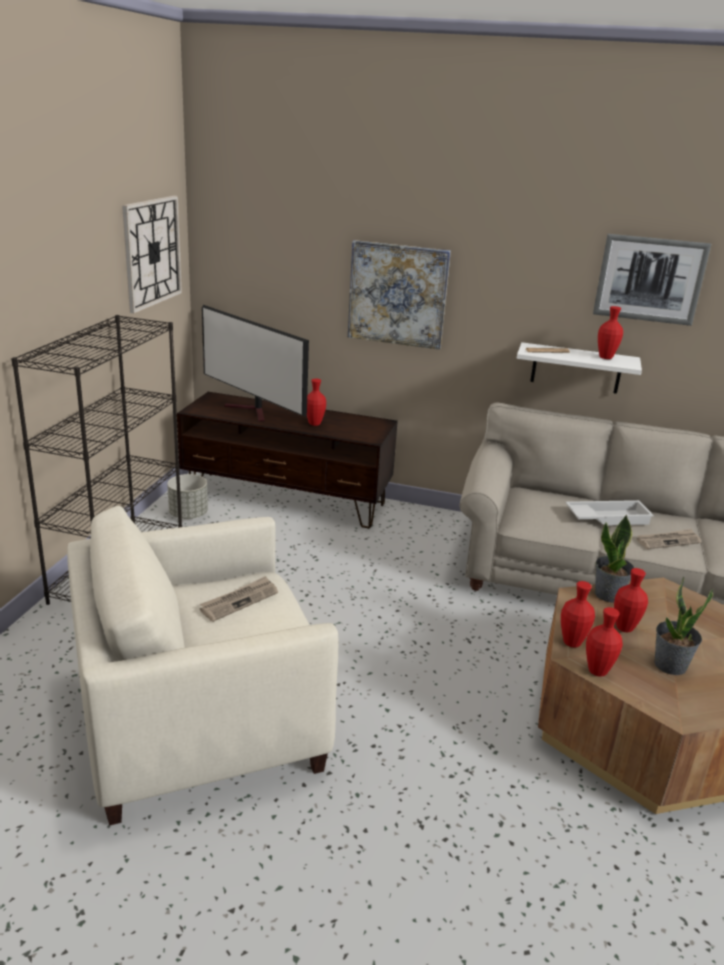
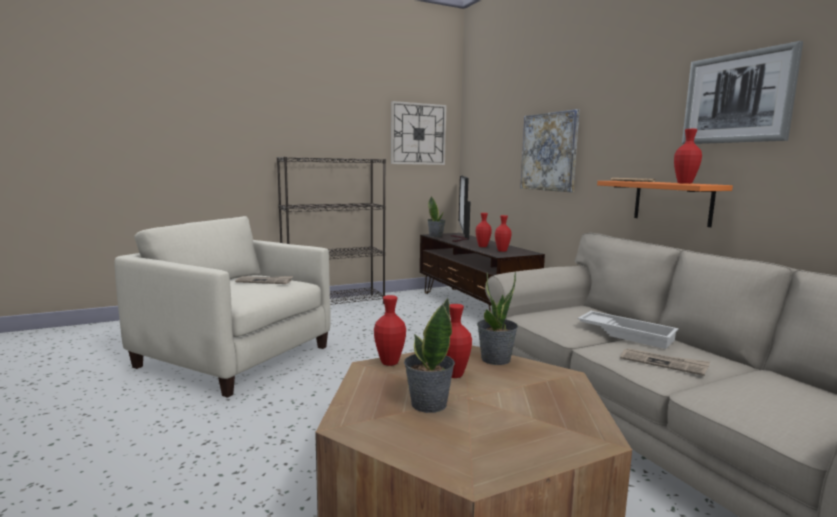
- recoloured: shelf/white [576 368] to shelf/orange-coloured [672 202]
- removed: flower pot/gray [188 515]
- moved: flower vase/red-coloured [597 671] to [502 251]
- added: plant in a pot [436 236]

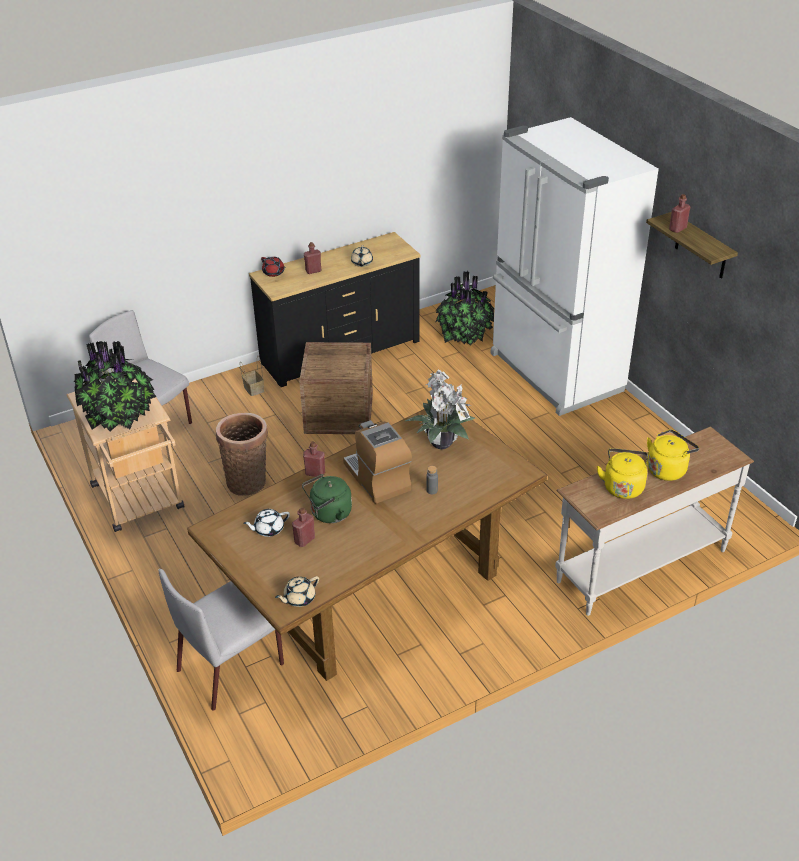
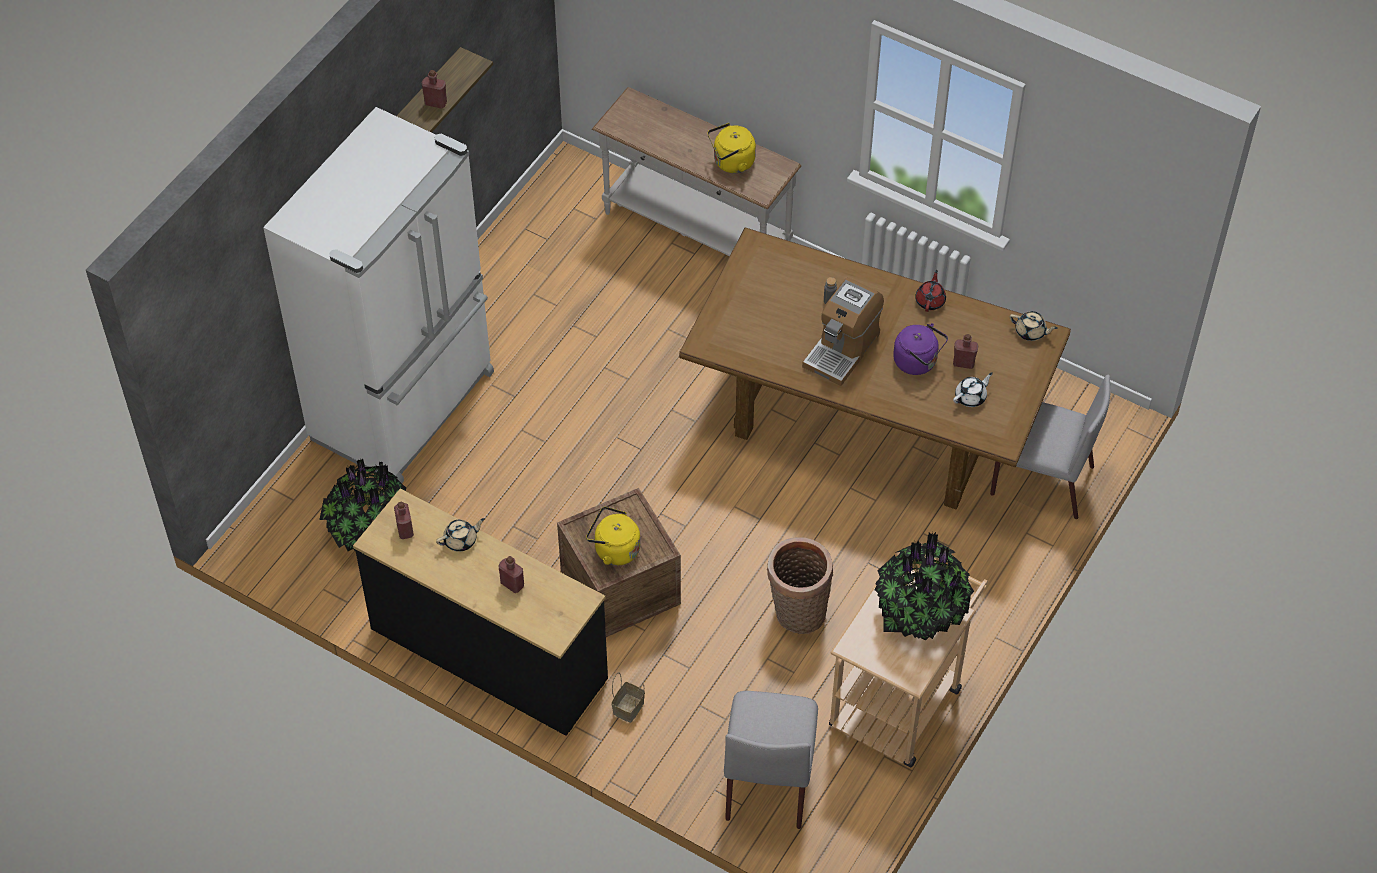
- moved: tea pot/red-coloured [274 273] to [930 300]
- removed: plant in a pot [441 442]
- moved: tea kettle/yellow-coloured [667 469] to [614 549]
- moved: drink bottle/red-coloured [315 473] to [405 530]
- recoloured: tea kettle/green [329 514] to tea kettle/purple [918 362]
- turned: tea pot/white [268 529] = [971 397] 75 degrees counterclockwise

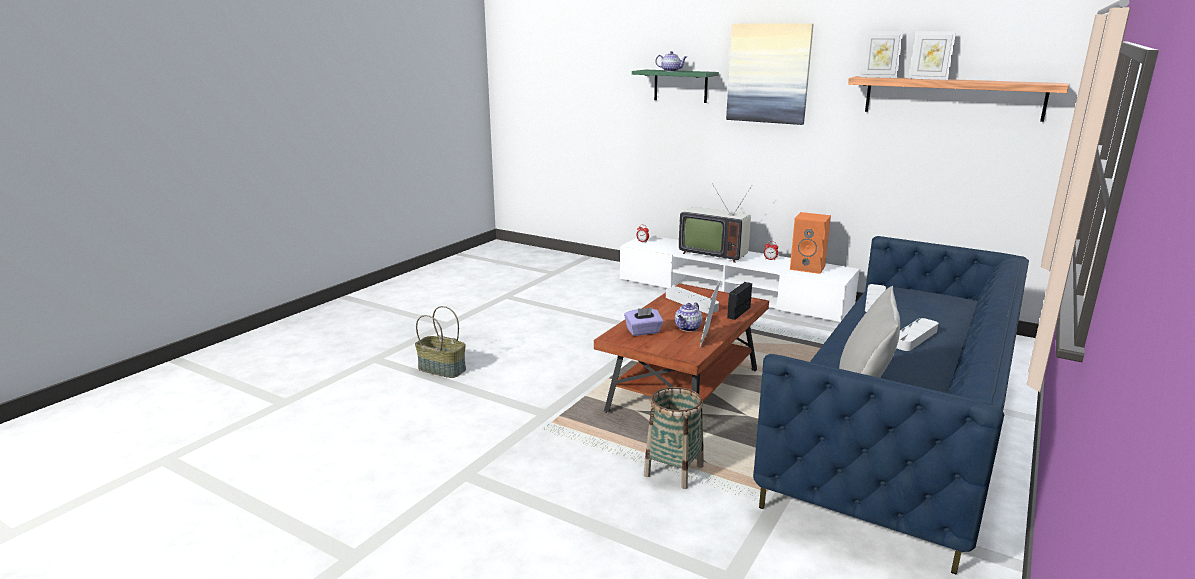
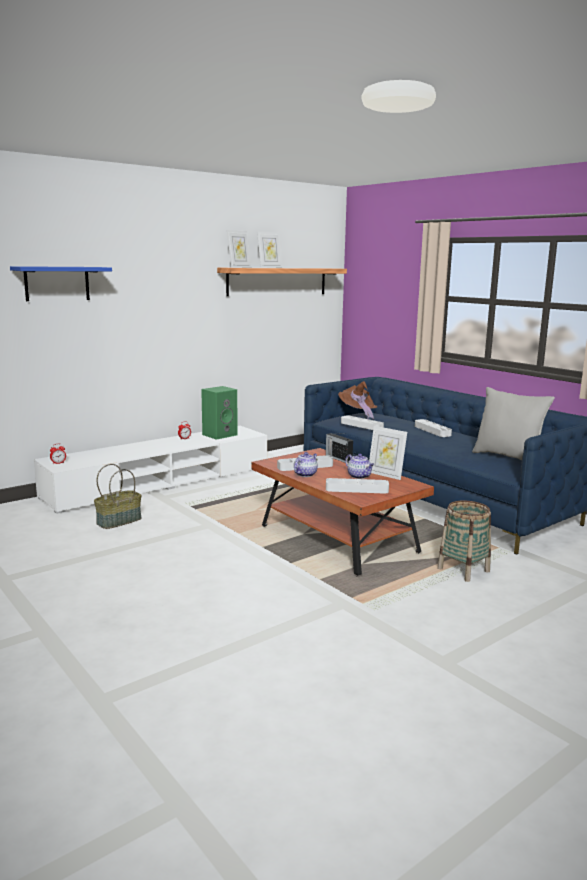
- removed: wall picture [768 73]
- moved: tea pot [671 71] to [305 474]
- recoloured: shelf/green [680 86] to shelf/blue-coloured [57 283]
- removed: television [713 254]
- recoloured: loudspeaker/orange-coloured [808 267] to loudspeaker/green [220 434]
- moved: household basket [443 369] to [119 521]
- replaced: tissue box/purple [643 332] to carrying tray/gray [356 489]
- added: hat/brown-coloured [358 413]

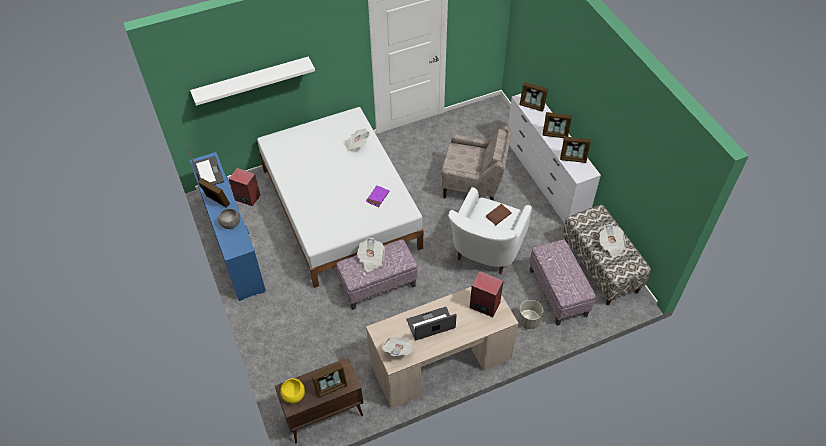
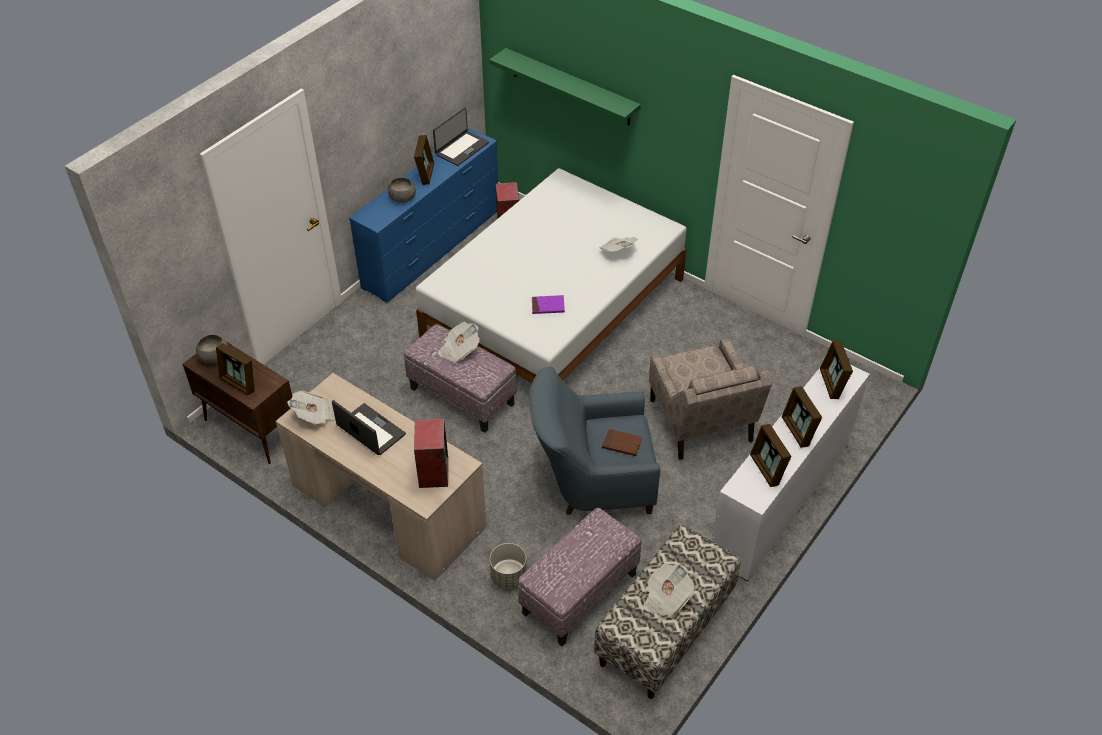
- recoloured: shelf/white [252 80] to shelf/green [571 87]
- recoloured: easy chair/white [485 252] to easy chair/blue-coloured [592 482]
- recoloured: deep dish/yellow-coloured [293 394] to deep dish/gray [214 356]

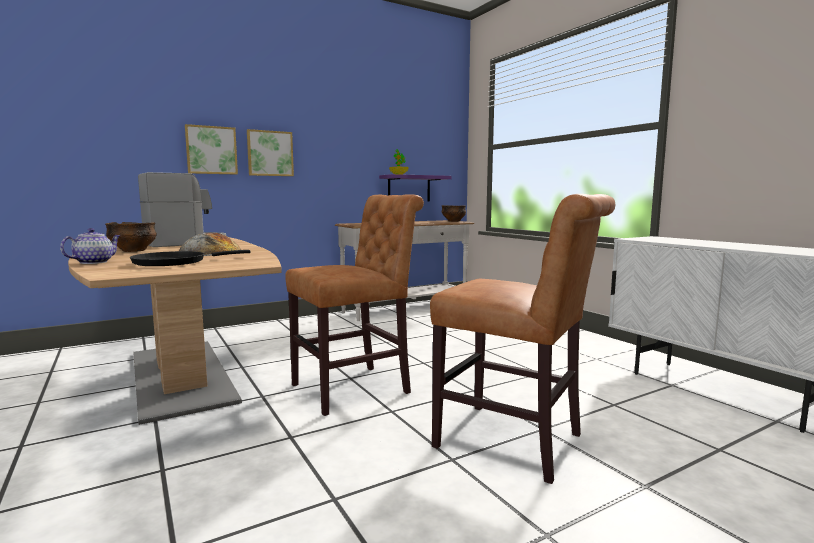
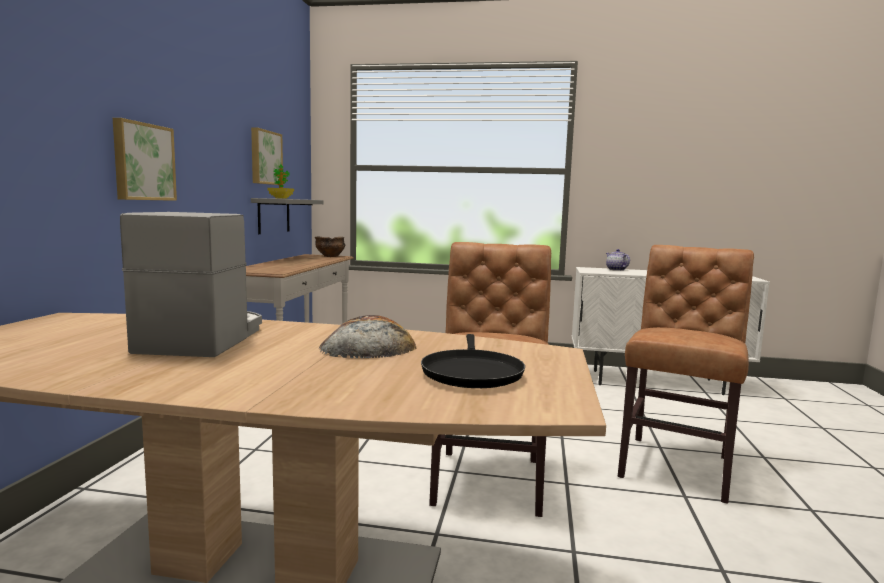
- moved: wall picture [211 150] to [265 157]
- recoloured: shelf/purple [409 188] to shelf/gray [273 215]
- turned: upright chair/brown-coloured [516 443] = [677 464] 45 degrees counterclockwise
- removed: deep dish [133 250]
- moved: tea pot [94 262] to [616 269]

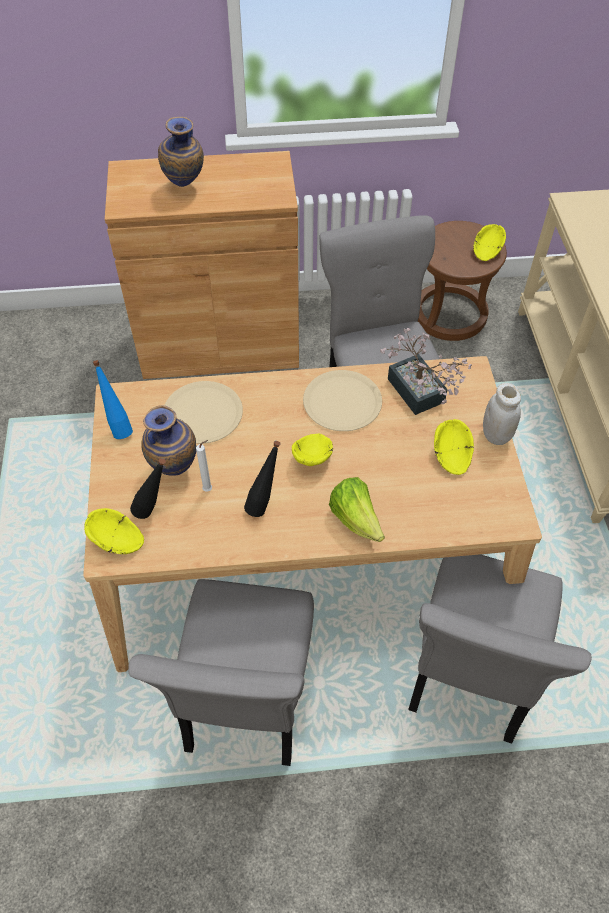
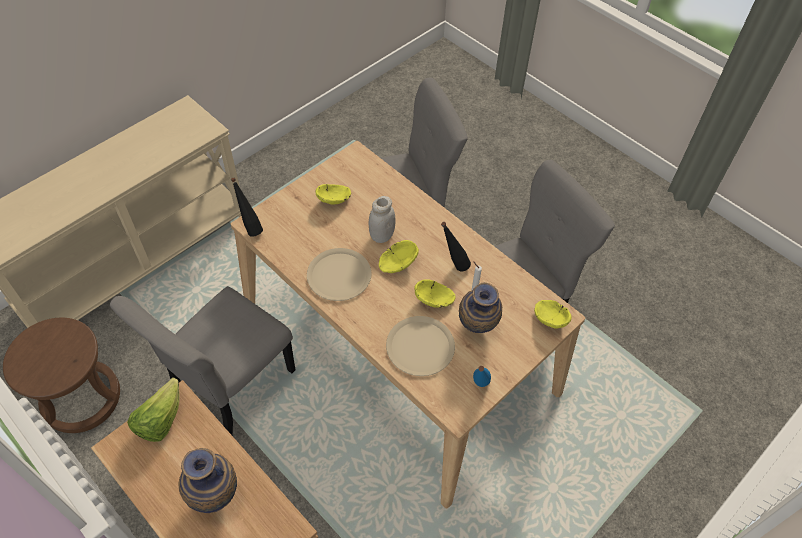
- moved: deep dish/yellow-coloured [486 251] to [435 300]
- removed: plant in a pot [419 396]
- moved: preserve jar/white [496 435] to [381 236]
- moved: drink bottle/blackish [154 511] to [250 228]
- moved: head of lettuce [356 519] to [160 420]

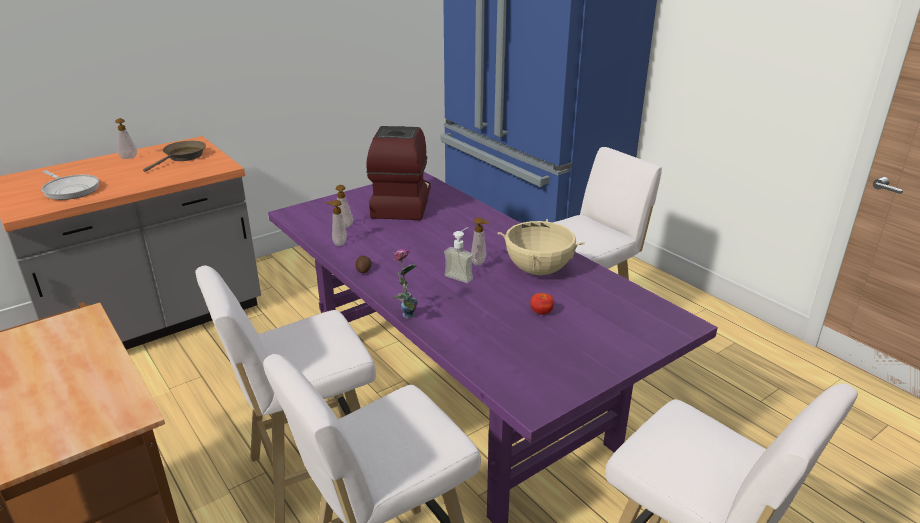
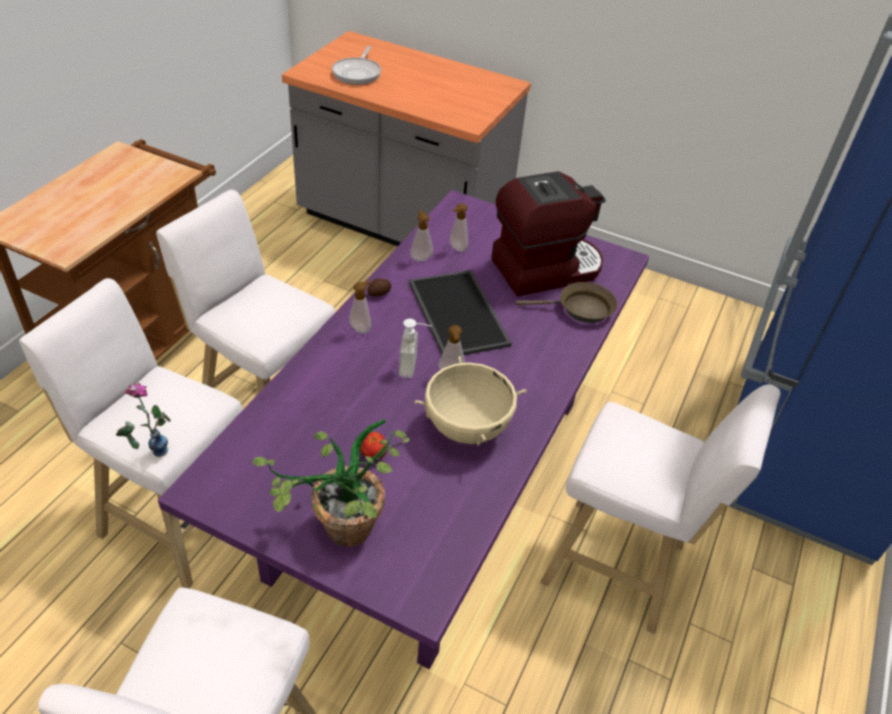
- moved: soap dispenser [129 157] to [361 328]
- moved: skillet/brown-coloured [183 157] to [580 309]
- moved: flower vase [405 320] to [149 452]
- added: carrying tray [455 313]
- added: plant in a pot [338 535]

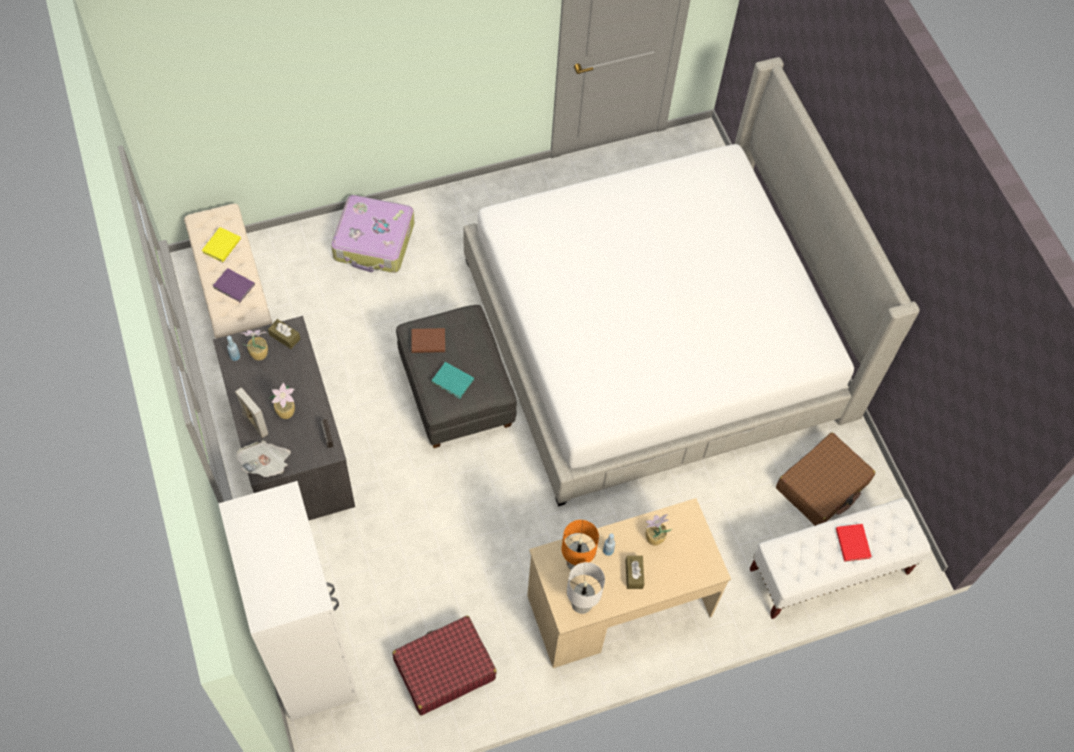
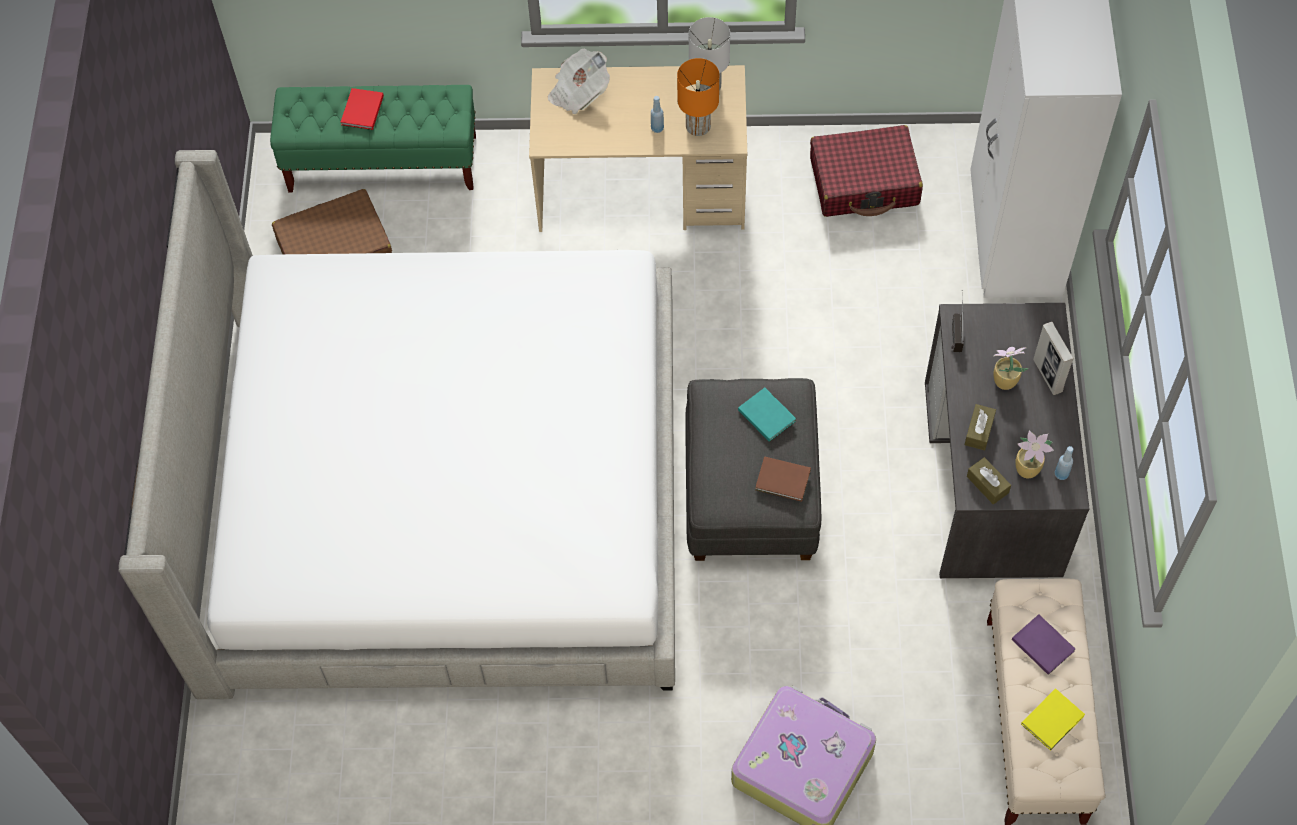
- moved: newspaper [267 464] to [578 92]
- recoloured: bench/white [829 571] to bench/green [383 164]
- removed: plant in a pot [653 538]
- moved: tissue box/brown-coloured [634 574] to [979 431]

